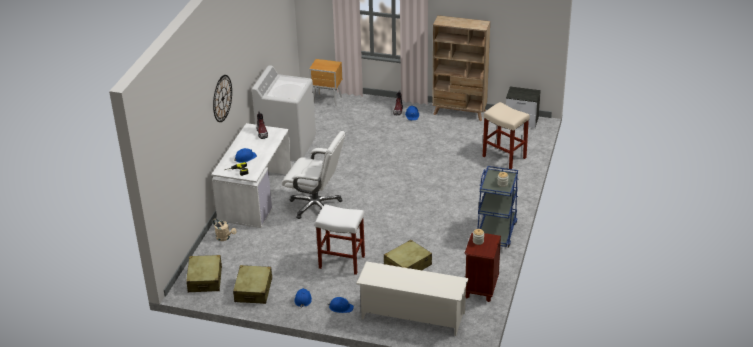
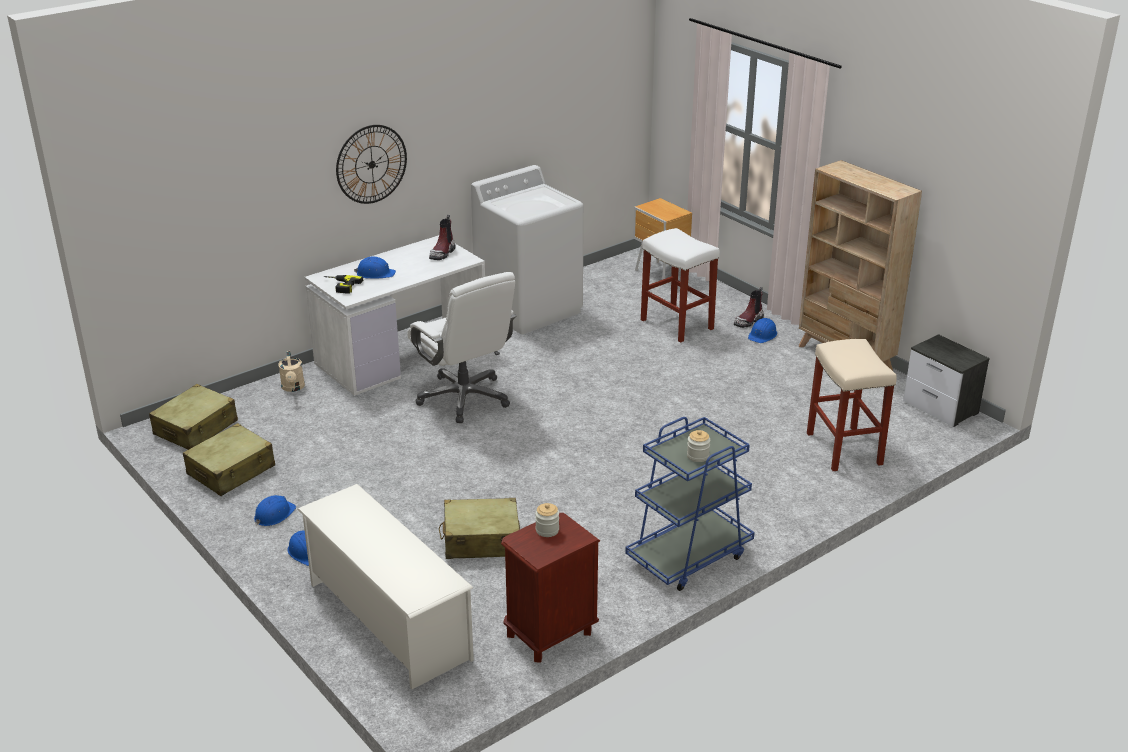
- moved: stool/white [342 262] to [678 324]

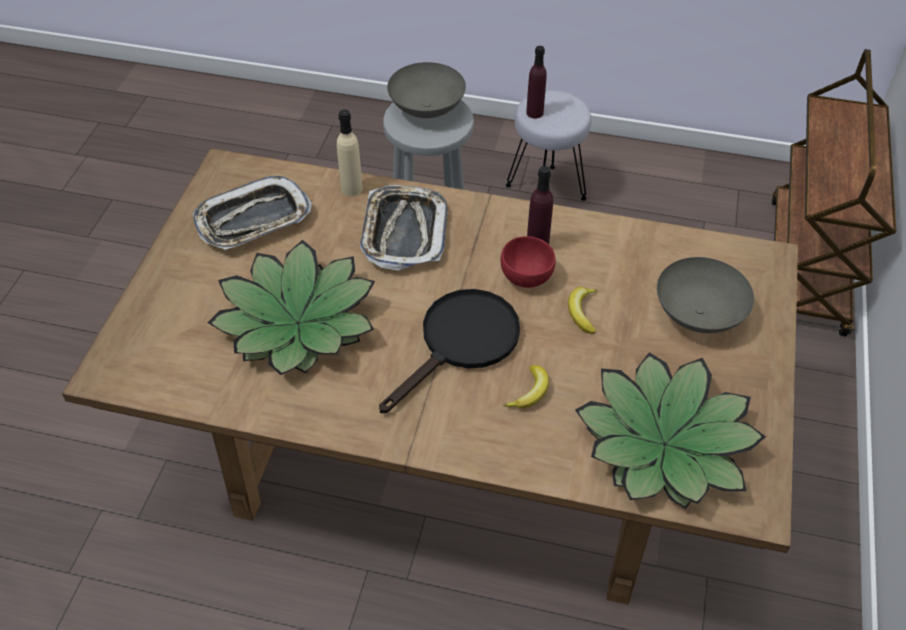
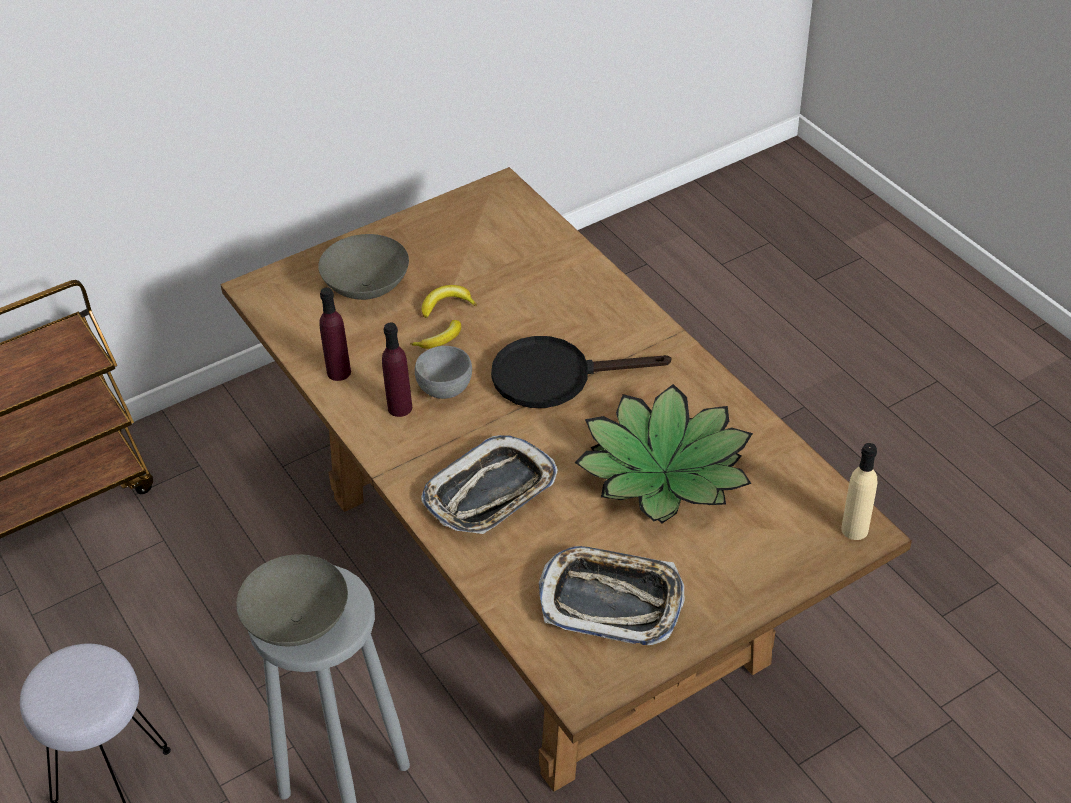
- moved: drink bottle/purple [534 113] to [339 372]
- moved: drink bottle/beige [352 188] to [854 529]
- recoloured: deep dish/red-coloured [525 277] to deep dish/gray [445 390]
- removed: plant in a pot [663 444]
- moved: banana [530 392] to [447 305]

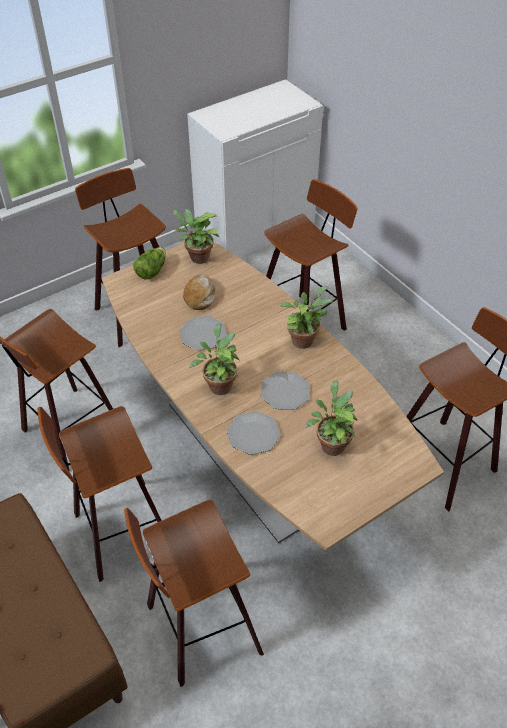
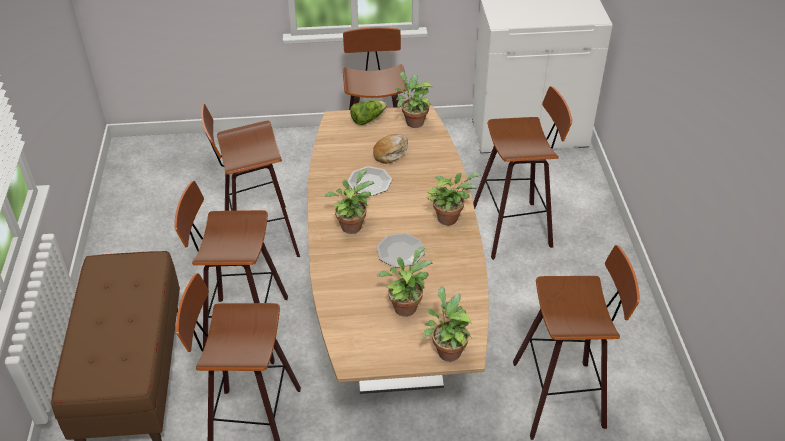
- removed: flat dish [253 434]
- added: plant in a pot [447 350]

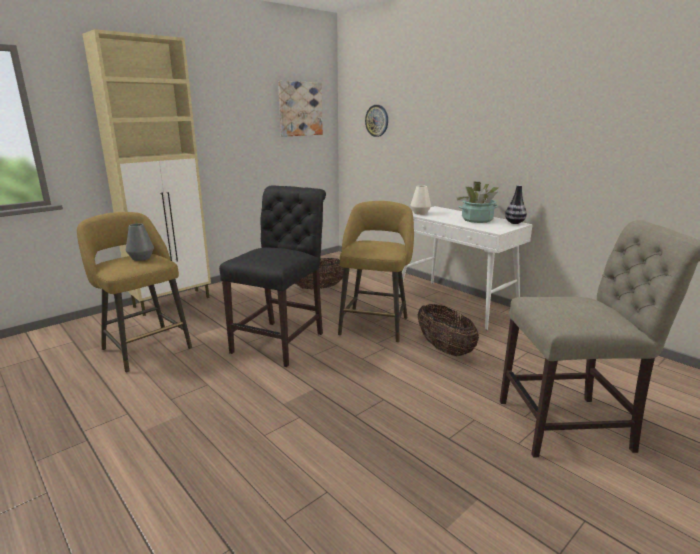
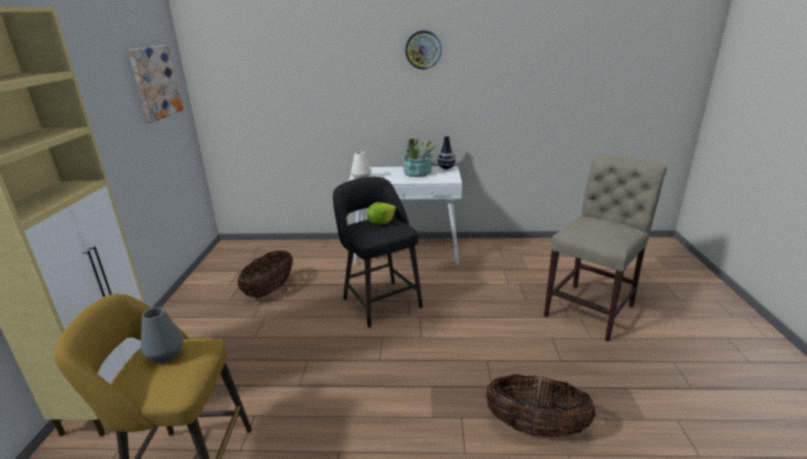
- moved: wall clock [377 120] to [423 50]
- removed: upright chair/blackish [282 340]
- recoloured: stool/yellow-coloured [375 324] to stool/blackish [379 301]
- moved: household basket [444 349] to [535 427]
- added: head of lettuce [381 222]

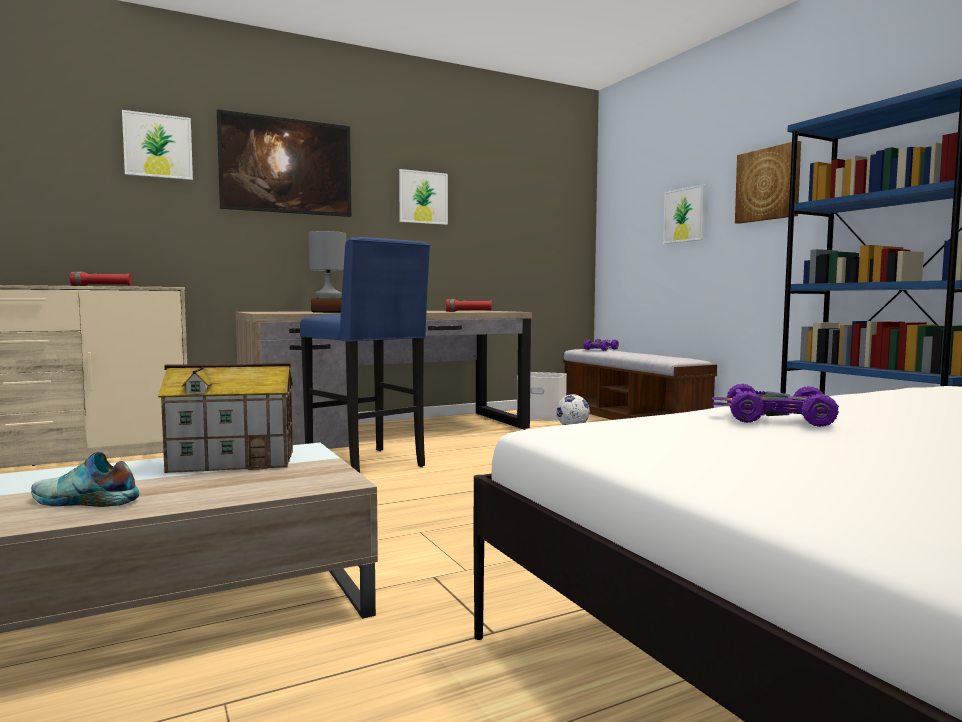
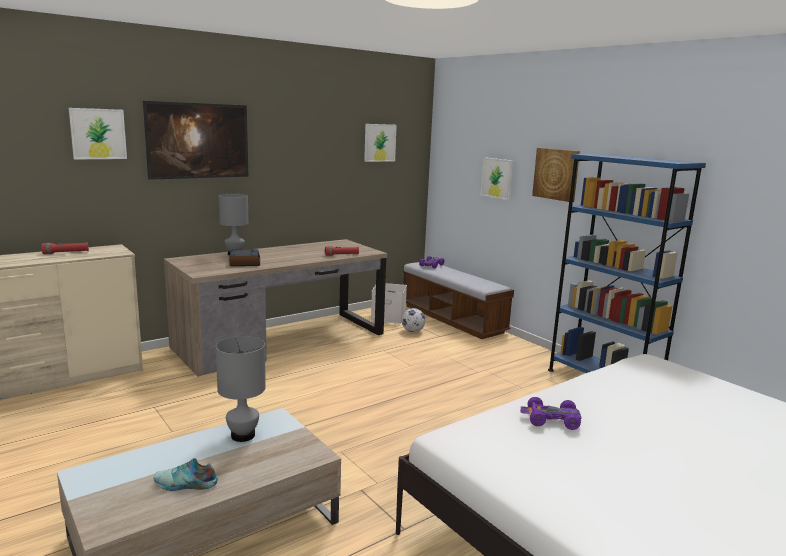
- moved: wall picture [423 197] to [379 142]
- removed: stool/blue-coloured [368 465]
- replaced: model house [233 461] to tabletop lamp/gray [243 435]

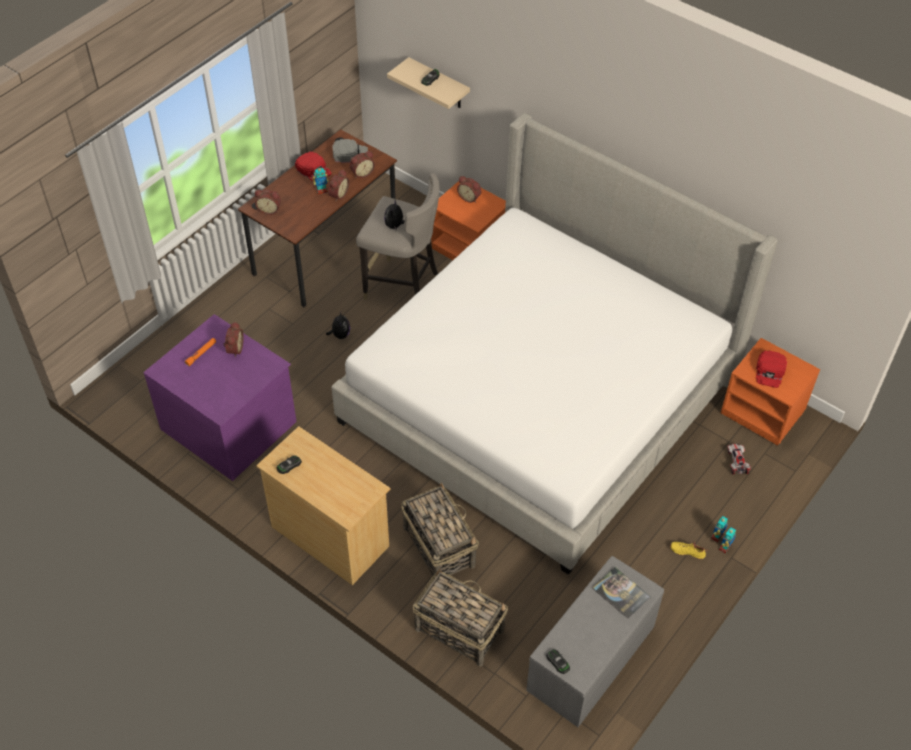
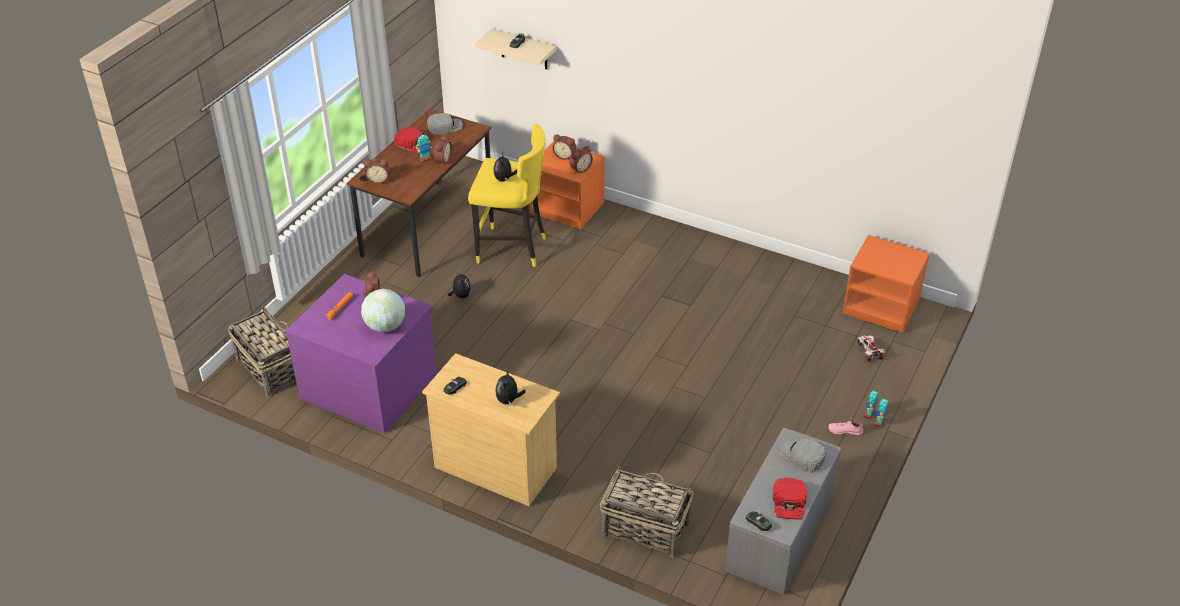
- removed: bed [540 397]
- moved: bedside clock [362 173] to [580 169]
- recoloured: stool/gray [403 287] to stool/yellow-coloured [512 249]
- moved: peaked cap/red-coloured [770 371] to [789 502]
- moved: household basket [438 546] to [270 368]
- recoloured: low shoe/yellow-coloured [687 551] to low shoe/pink [844 430]
- replaced: bound book [621 593] to peaked cap/gray [801 456]
- added: globe [385 326]
- added: soft toy [508 400]

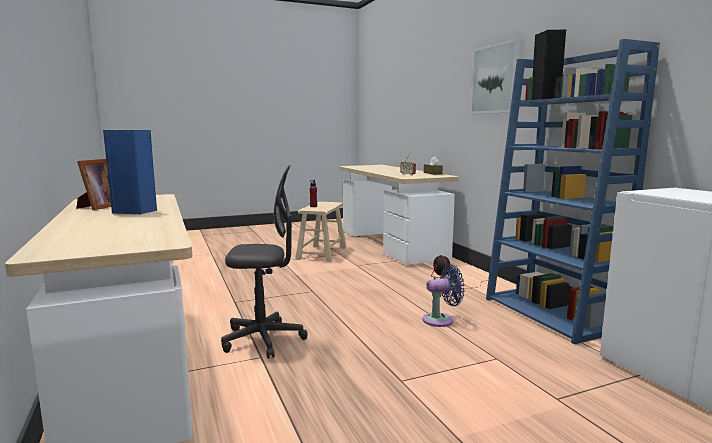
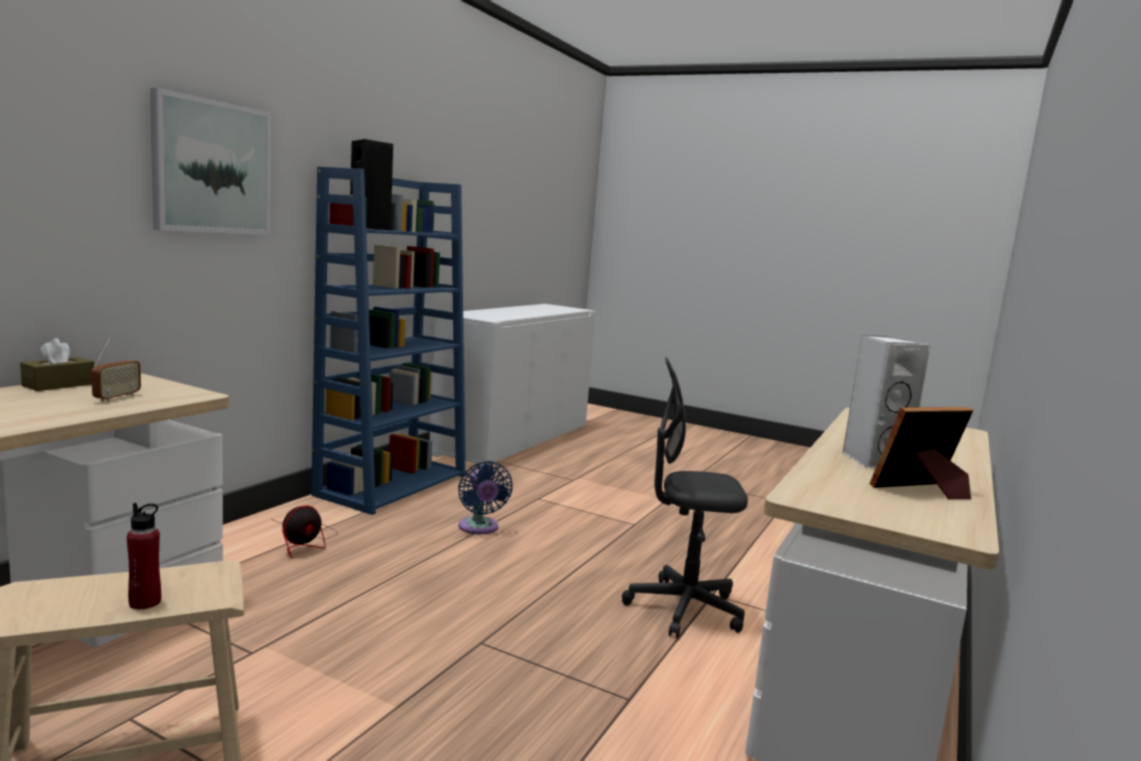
- recoloured: loudspeaker/blue-coloured [136 211] to loudspeaker/white [872 460]
- turned: office chair/gray [263 340] = [683 609] 45 degrees counterclockwise
- turned: electric fan/blue-coloured [441 320] = [479 528] 150 degrees counterclockwise

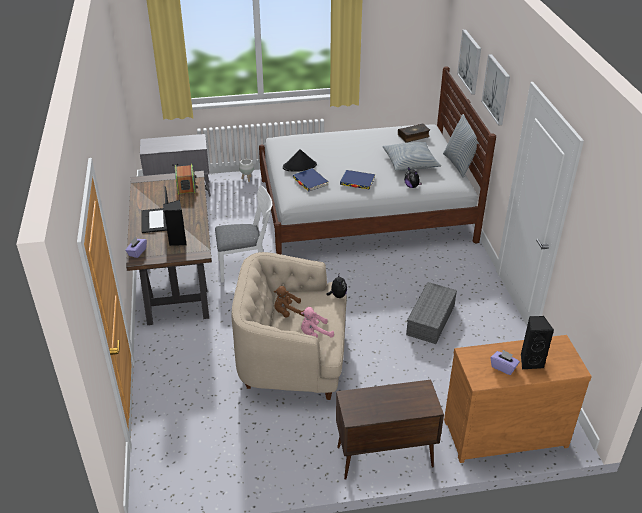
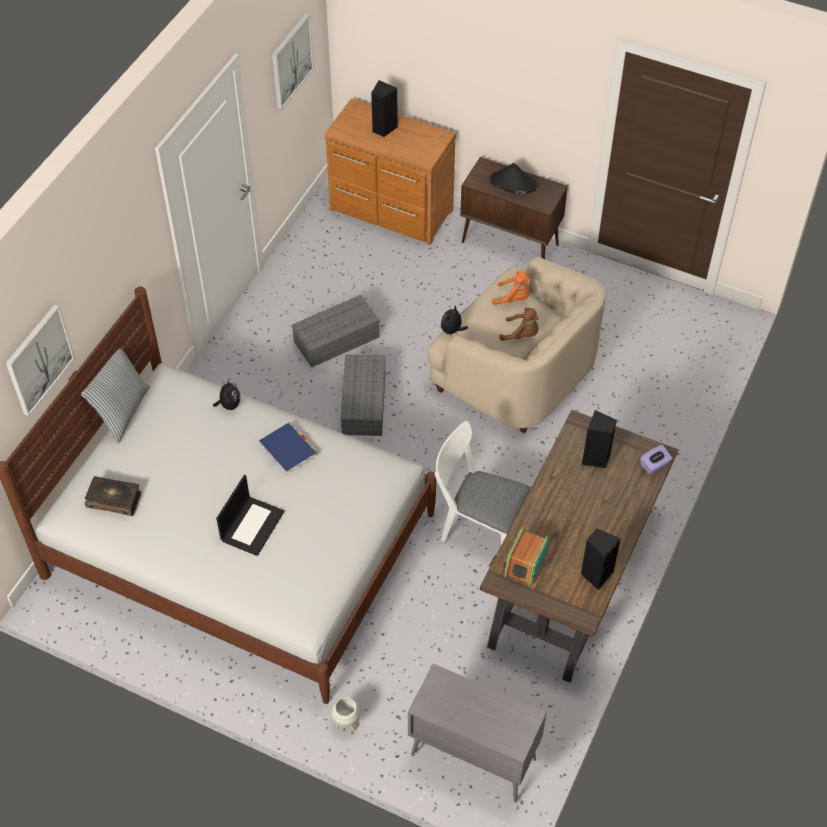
- moved: wall picture [496 89] to [291 61]
- removed: throw pillow [410 162]
- moved: hat/blackish [299 166] to [513 183]
- removed: bound book/blue-coloured [310 181]
- moved: notebook computer [156 221] to [252 525]
- recoloured: soft toy/pink [315 334] to soft toy/orange-coloured [513 298]
- removed: tissue box/purple [503 367]
- added: storage bin/gray [363 402]
- added: loudspeaker/blackish [596 574]

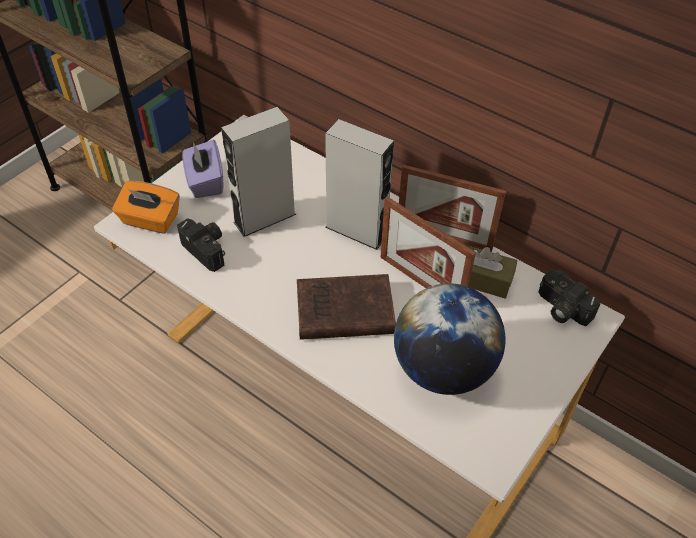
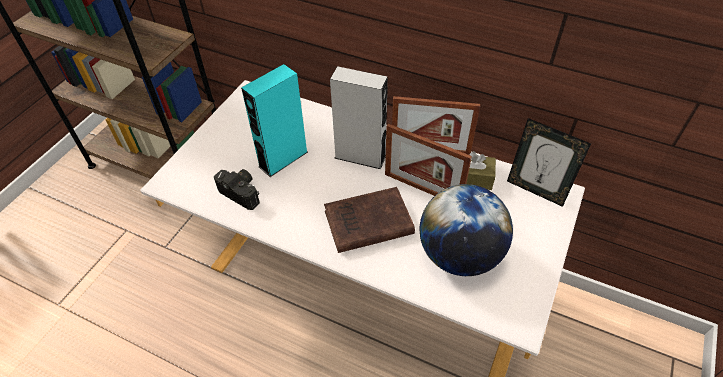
- recoloured: loudspeaker/gray [264 218] to loudspeaker/blue-green [283 159]
- removed: tissue box/purple [205 182]
- removed: tissue box/orange-coloured [150 220]
- replaced: photo camera [561 309] to picture frame [536 190]

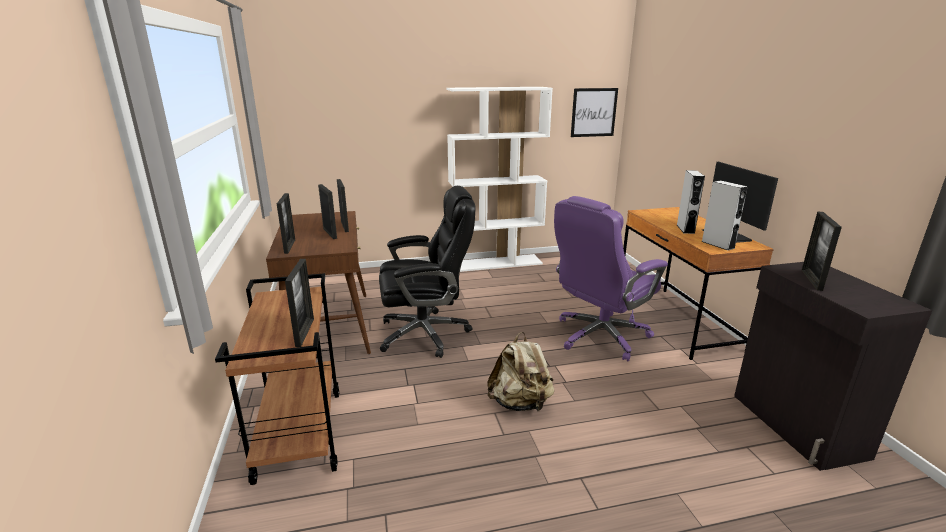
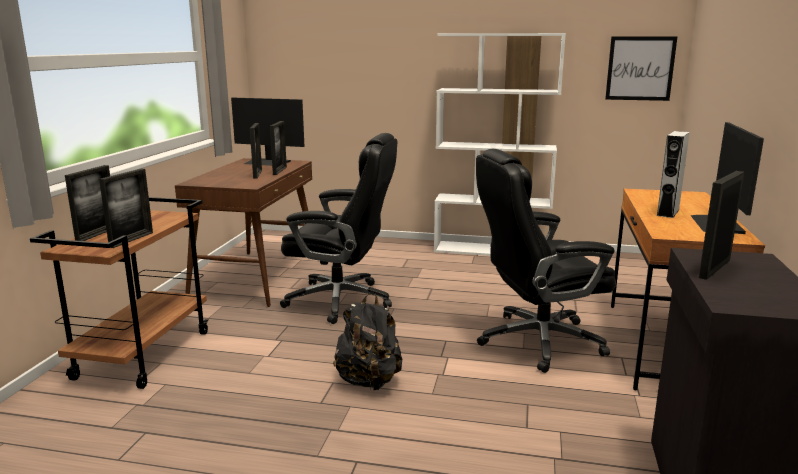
- removed: loudspeaker/gray [718 244]
- moved: picture frame [289 246] to [97 234]
- recoloured: office chair/purple [600 336] to office chair/blackish [537 341]
- recoloured: rucksack/beige [520 403] to rucksack/blackish [369 381]
- added: monitor [267 162]

